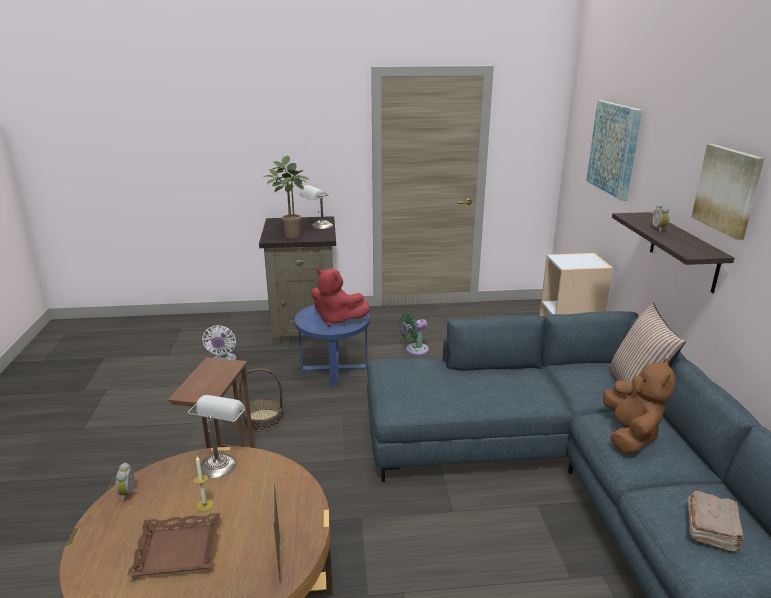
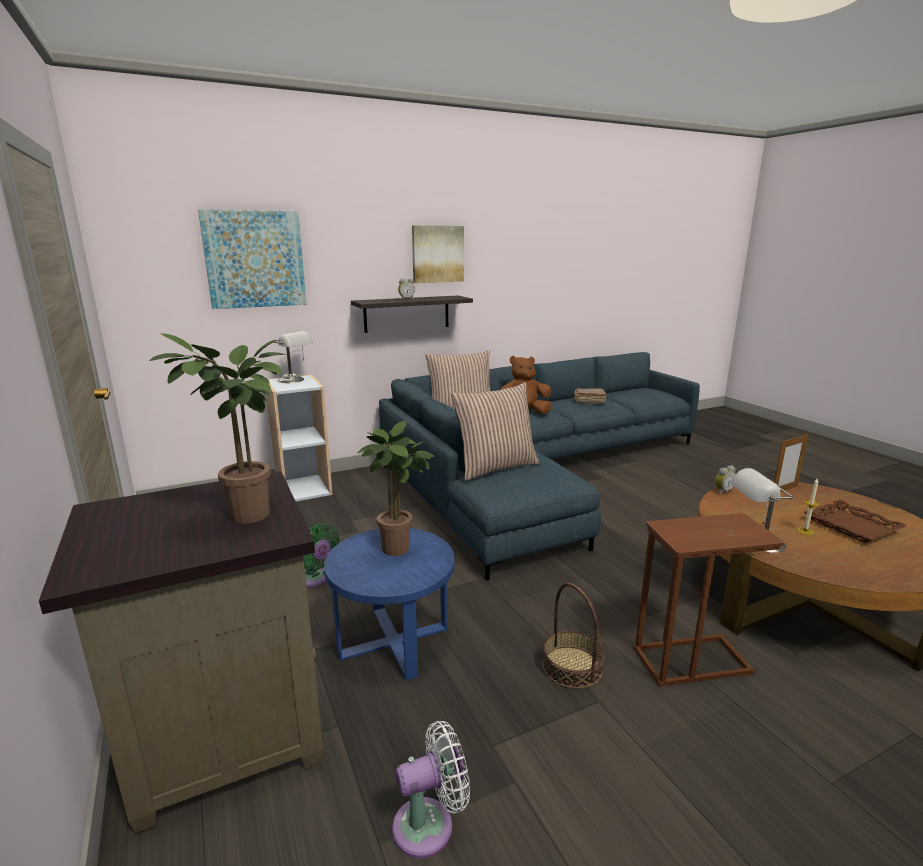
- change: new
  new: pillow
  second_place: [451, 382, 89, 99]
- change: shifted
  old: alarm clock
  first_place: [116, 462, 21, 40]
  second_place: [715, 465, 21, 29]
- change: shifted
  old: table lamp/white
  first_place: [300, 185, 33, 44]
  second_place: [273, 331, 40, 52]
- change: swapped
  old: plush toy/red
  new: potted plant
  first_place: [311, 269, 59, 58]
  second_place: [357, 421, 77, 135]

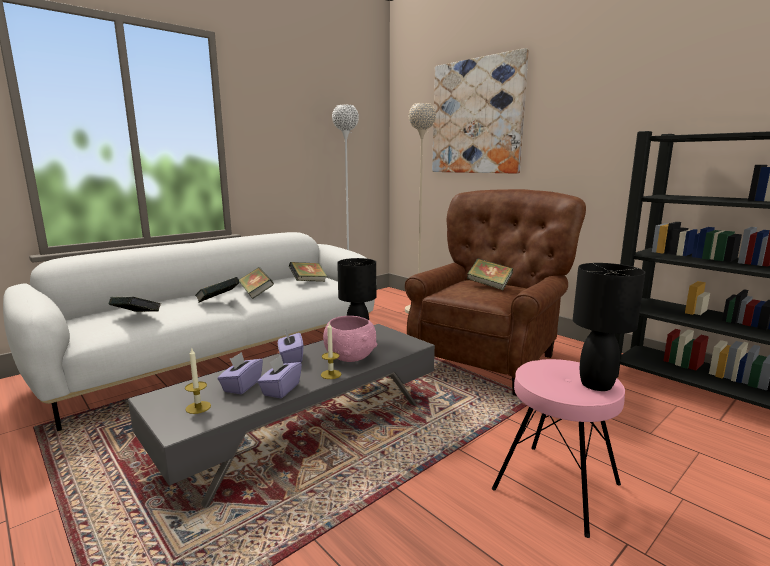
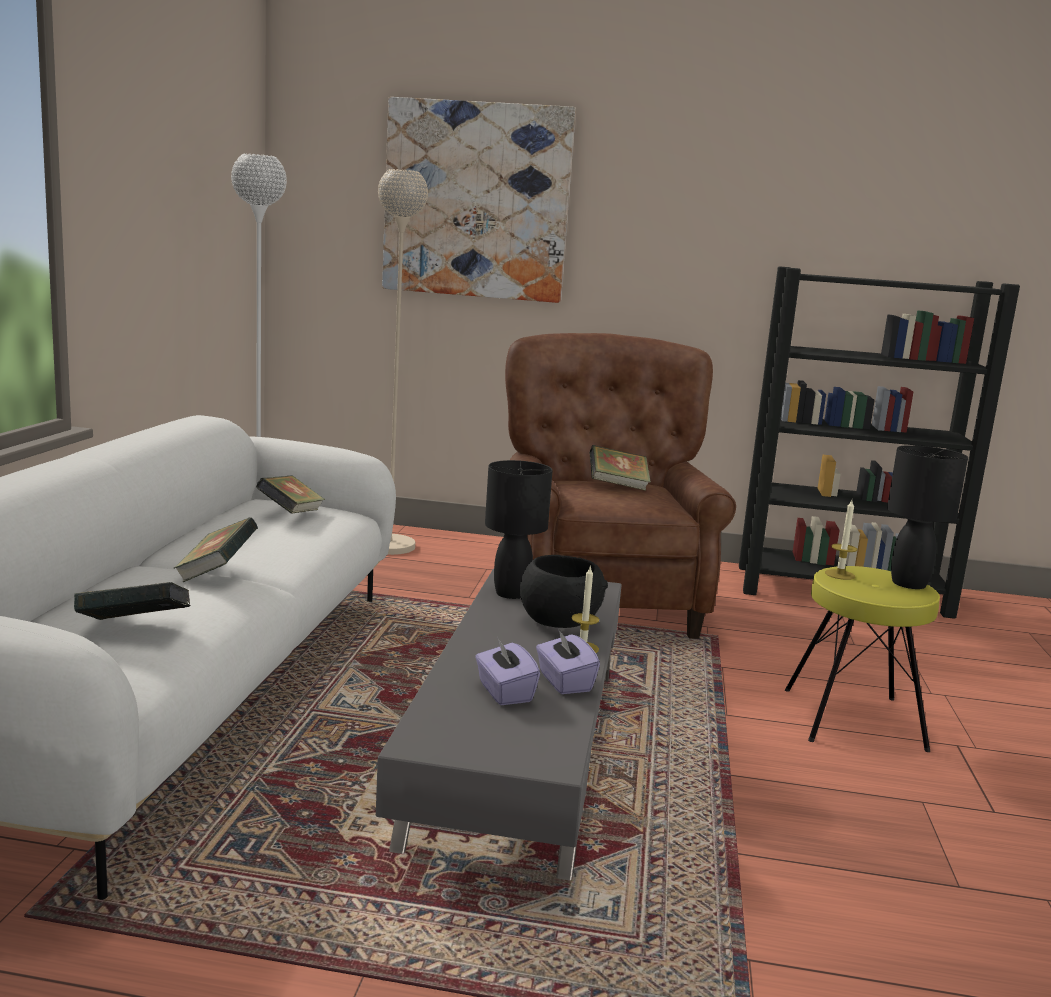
- change: gone
  old: book
  first_place: [239, 267, 35, 32]
- change: gone
  old: tissue box/purple
  first_place: [278, 330, 25, 34]
- change: shifted
  old: candle
  first_place: [185, 347, 26, 67]
  second_place: [825, 500, 32, 80]
- change: repainted
  old: bowl/pink
  new: bowl/black
  first_place: [323, 316, 54, 46]
  second_place: [520, 555, 88, 73]
- change: repainted
  old: stool/pink
  new: stool/yellow
  first_place: [492, 359, 133, 179]
  second_place: [785, 566, 155, 186]

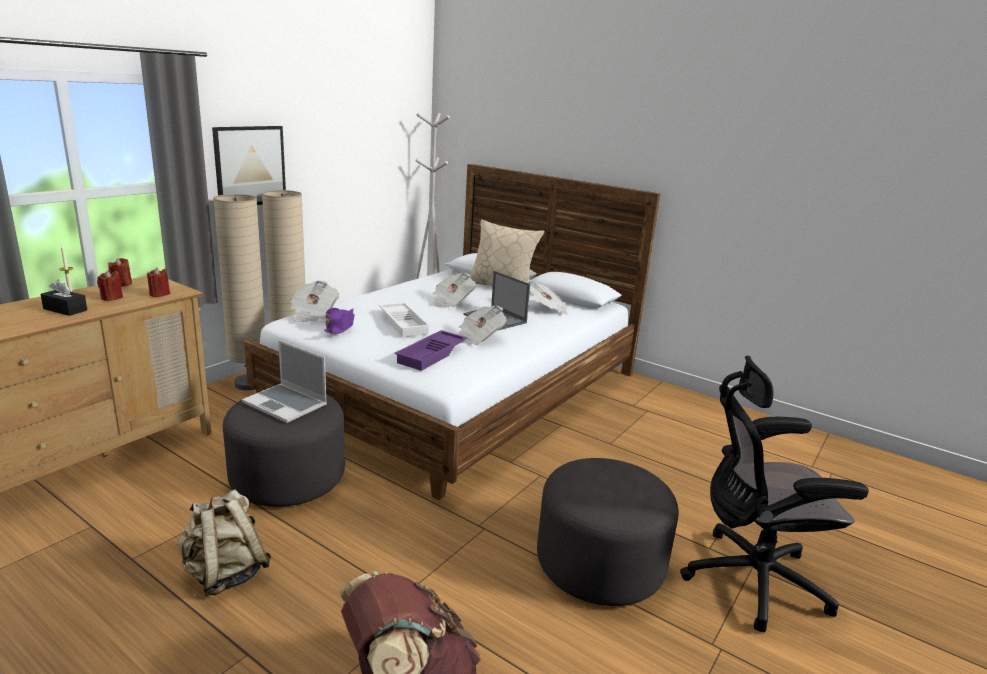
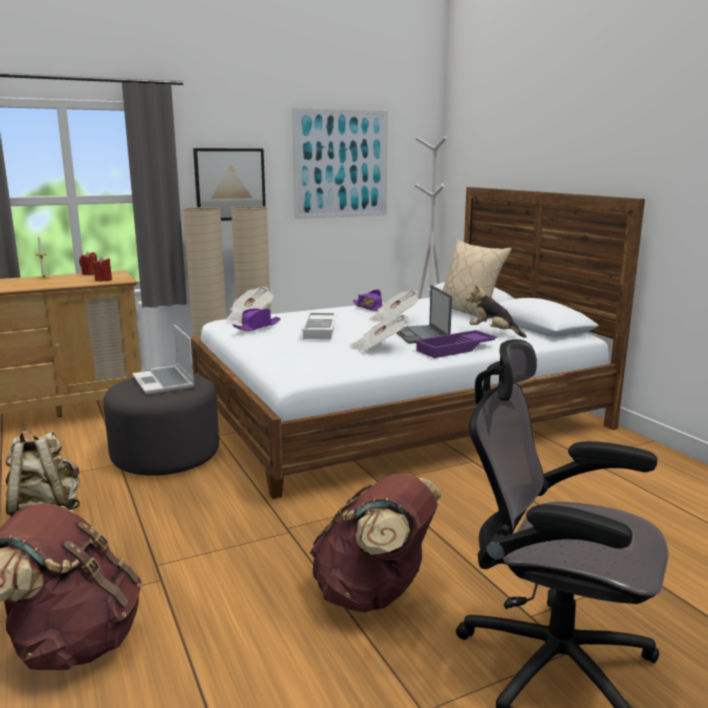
- change: gone
  old: tissue box/black
  first_place: [41, 280, 46, 36]
- change: gone
  old: candle/red
  first_place: [97, 270, 26, 31]
- change: new
  new: picture
  second_place: [291, 108, 97, 111]
- change: new
  new: hat/purple
  second_place: [353, 289, 29, 22]
- change: shifted
  old: tray/purple
  first_place: [395, 330, 72, 41]
  second_place: [414, 330, 84, 28]
- change: swapped
  old: newspaper
  new: plush toy
  first_place: [527, 281, 40, 34]
  second_place: [466, 284, 61, 54]
- change: swapped
  old: ottoman/grey
  new: backpack/brown
  first_place: [537, 458, 142, 148]
  second_place: [310, 473, 132, 139]

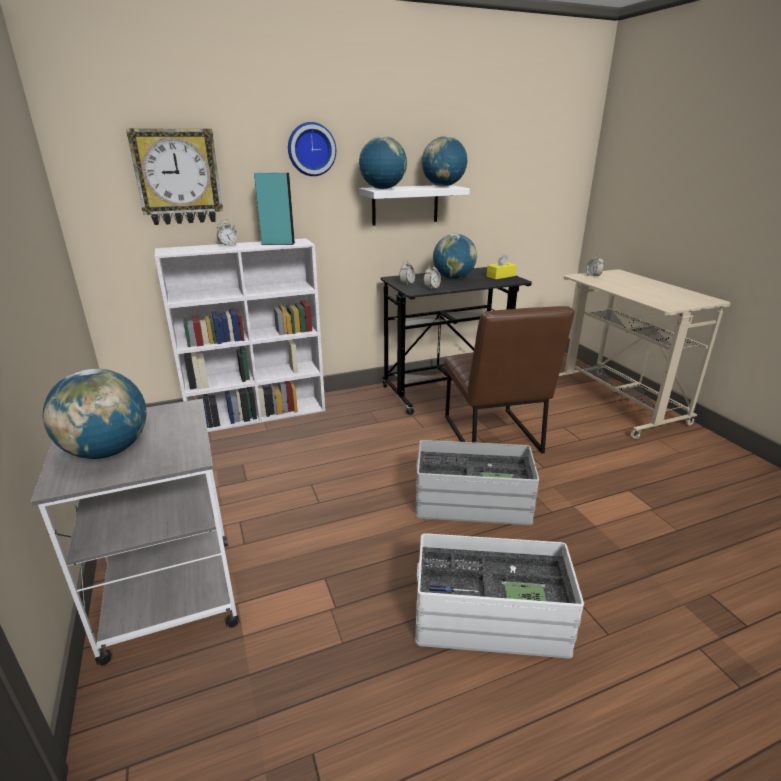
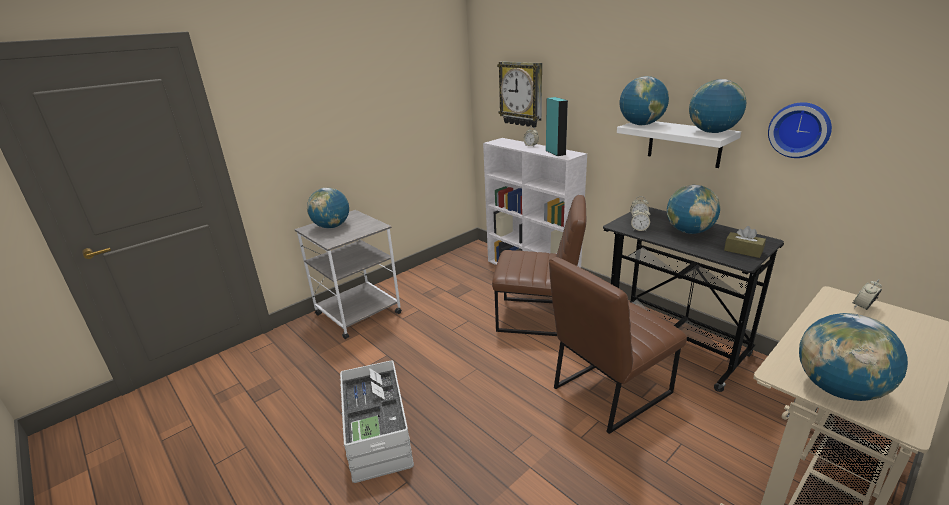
- change: gone
  old: storage box/grey
  first_place: [415, 440, 124, 85]
- change: new
  new: chair/brown
  second_place: [492, 195, 94, 141]
- change: new
  new: globe
  second_place: [799, 313, 109, 88]
- change: shifted
  old: wall clock
  first_place: [288, 122, 48, 54]
  second_place: [768, 102, 64, 56]
- change: repainted
  old: tissue box/yellow
  new: tissue box/brown
  first_place: [487, 254, 29, 25]
  second_place: [724, 226, 42, 32]

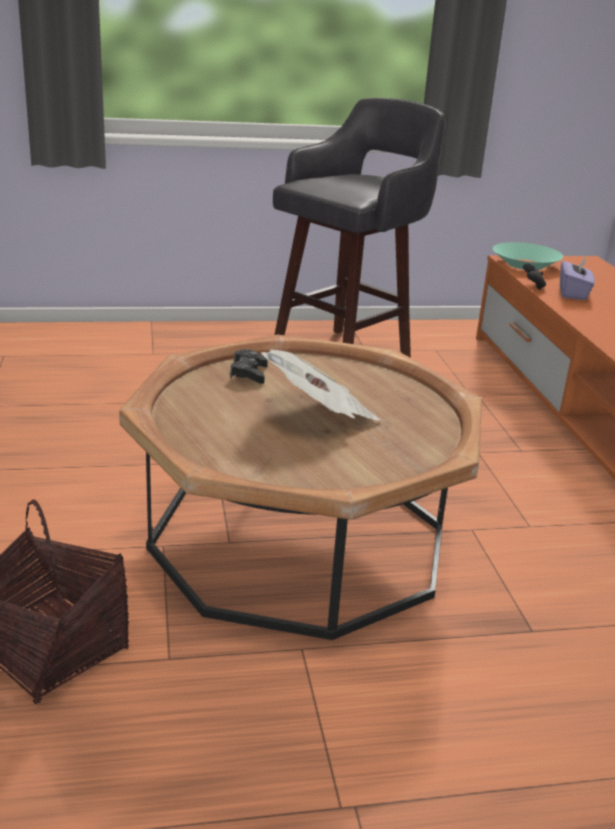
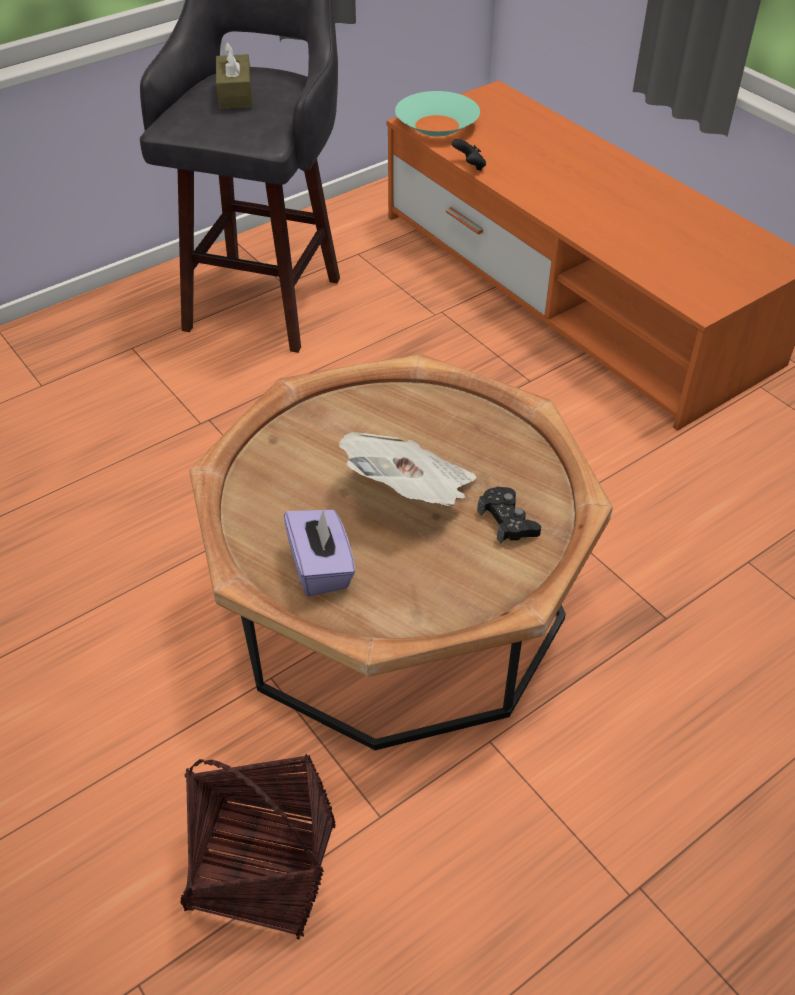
- change: new
  new: tissue box/brown
  second_place: [216, 42, 37, 68]
- change: shifted
  old: game controller/black
  first_place: [230, 349, 38, 35]
  second_place: [477, 487, 64, 57]
- change: shifted
  old: tissue box/purple
  first_place: [560, 256, 35, 44]
  second_place: [284, 509, 71, 88]

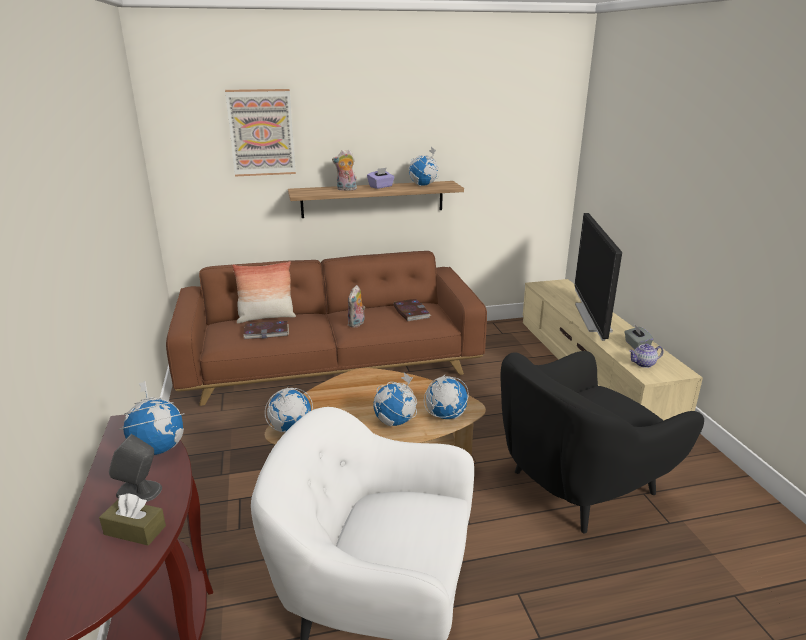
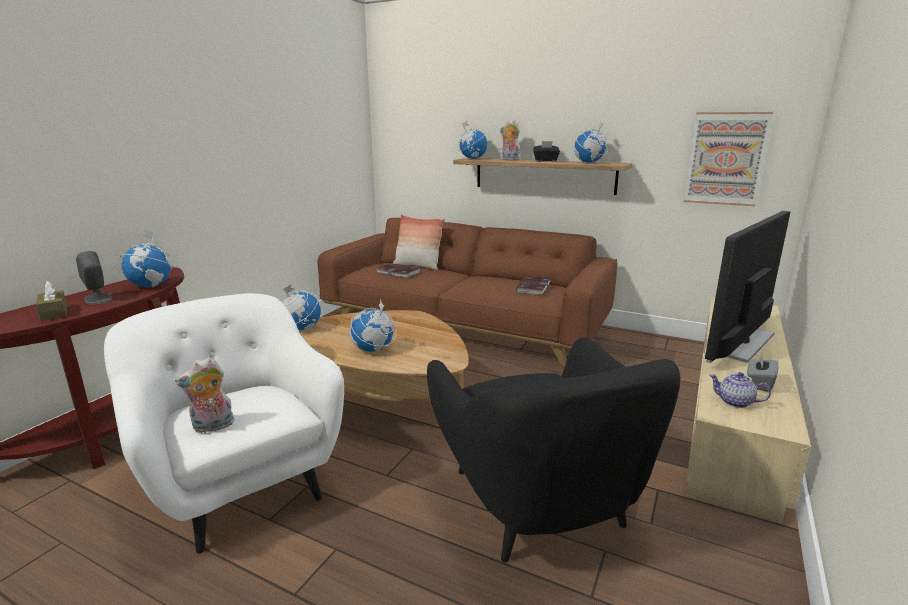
- change: shifted
  old: picture
  first_place: [225, 89, 71, 87]
  second_place: [684, 112, 89, 94]
- change: shifted
  old: plush toy
  first_place: [348, 285, 17, 43]
  second_place: [175, 357, 59, 76]
- change: shifted
  old: globe
  first_place: [424, 375, 44, 44]
  second_place: [458, 120, 29, 39]
- change: repainted
  old: tissue box/purple
  new: tissue box/black
  first_place: [367, 168, 28, 21]
  second_place: [533, 141, 27, 20]
- change: rotated
  old: armchair/black
  first_place: [501, 351, 203, 182]
  second_place: [427, 337, 253, 225]
  degrees: -120

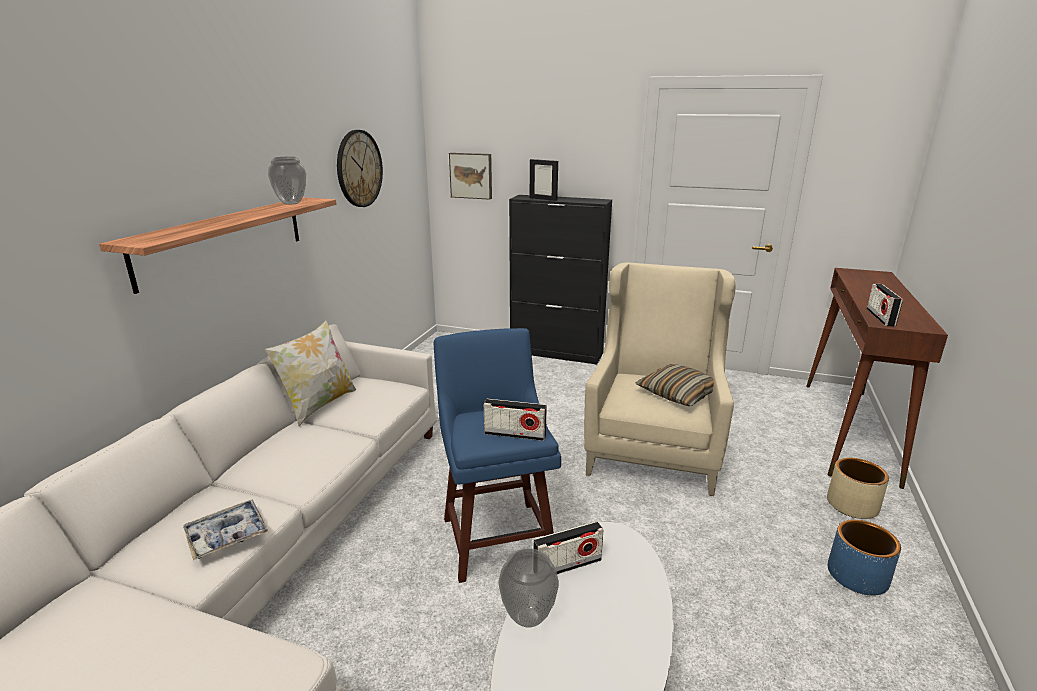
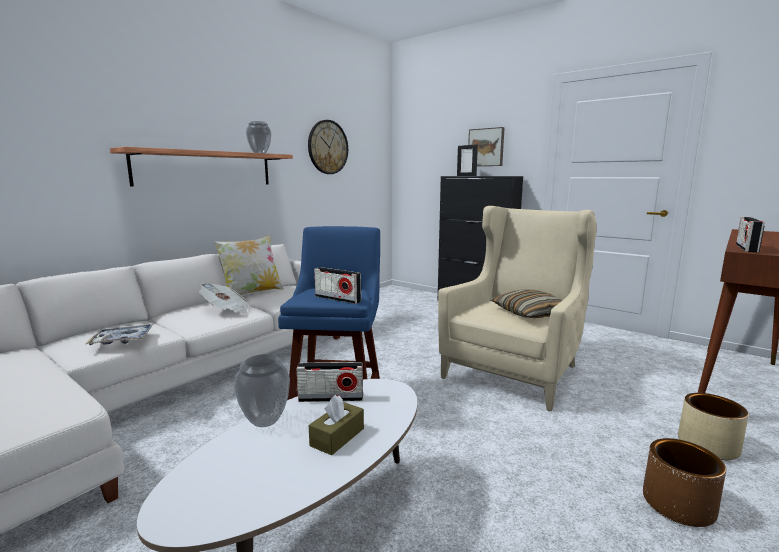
- change: new
  new: newspaper
  second_place: [199, 283, 51, 31]
- change: new
  new: tissue box/brown
  second_place: [309, 395, 55, 60]
- change: shifted
  old: picture
  first_place: [449, 153, 43, 47]
  second_place: [468, 127, 37, 39]
- change: repainted
  old: planter/blue
  new: planter/brown
  first_place: [828, 519, 73, 77]
  second_place: [643, 438, 83, 89]

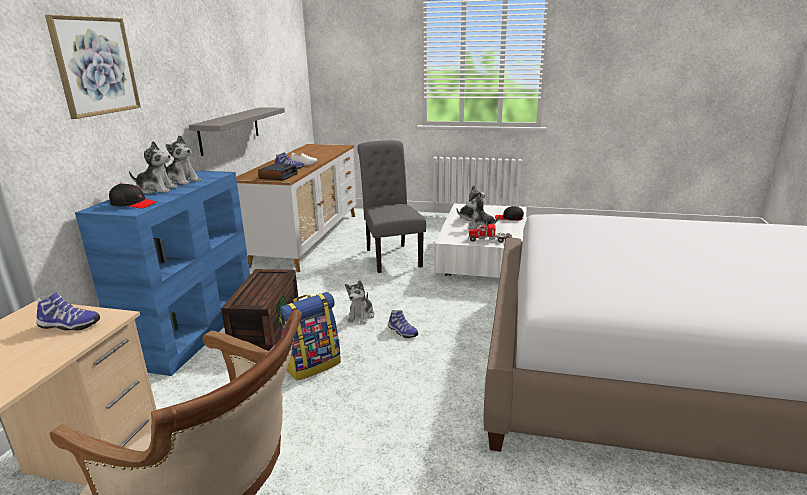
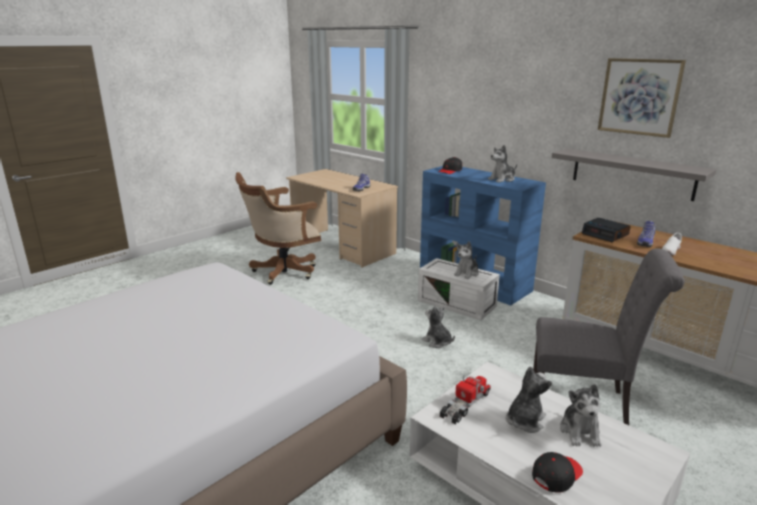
- change: gone
  old: backpack
  first_place: [279, 292, 62, 89]
- change: gone
  old: shoe
  first_place: [388, 310, 30, 28]
- change: shifted
  old: picture
  first_place: [45, 15, 96, 104]
  second_place: [598, 58, 88, 80]
- change: shifted
  old: plush toy
  first_place: [129, 141, 49, 53]
  second_place: [454, 241, 25, 38]
- change: repainted
  old: storage box/brown
  new: storage box/white
  first_place: [221, 269, 78, 82]
  second_place: [418, 258, 82, 62]

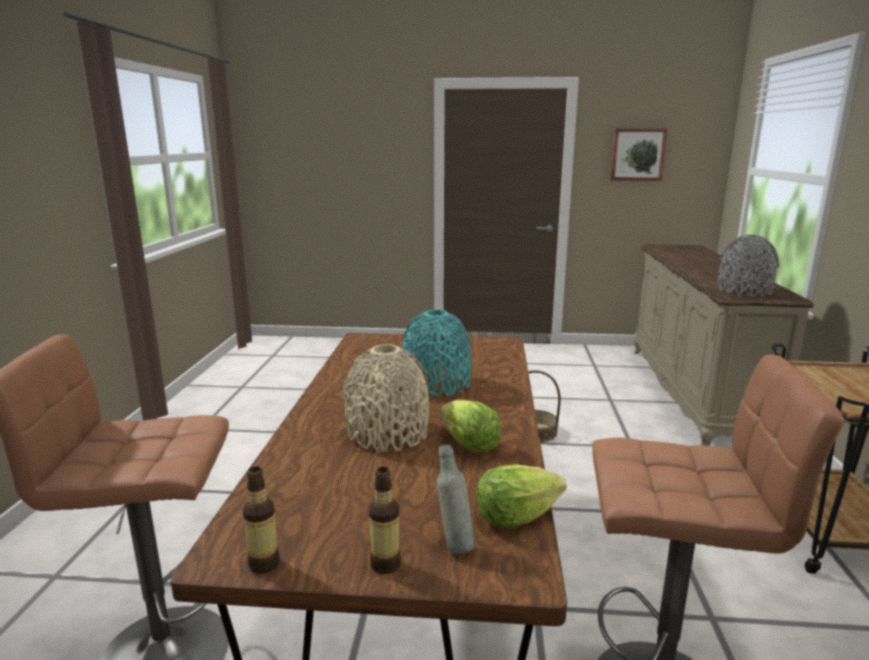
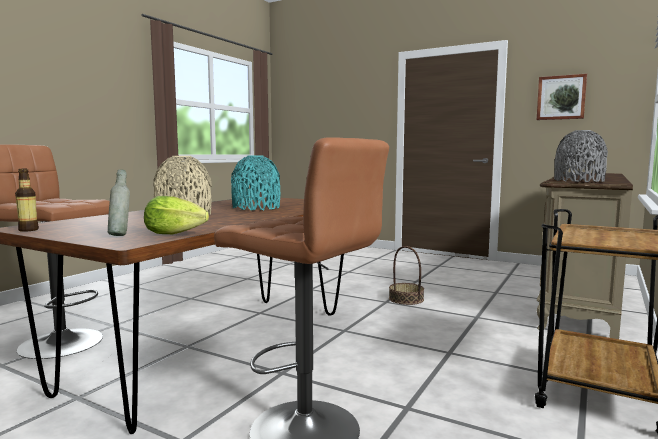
- change: gone
  old: bottle
  first_place: [369, 467, 32, 107]
- change: gone
  old: lettuce
  first_place: [439, 400, 62, 53]

